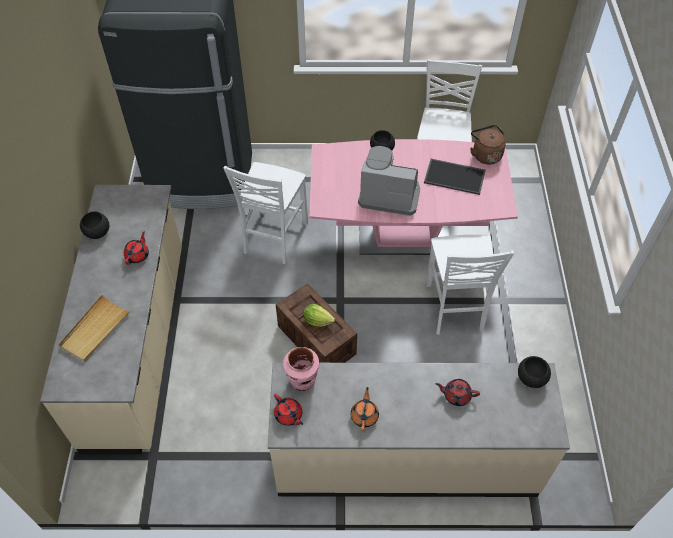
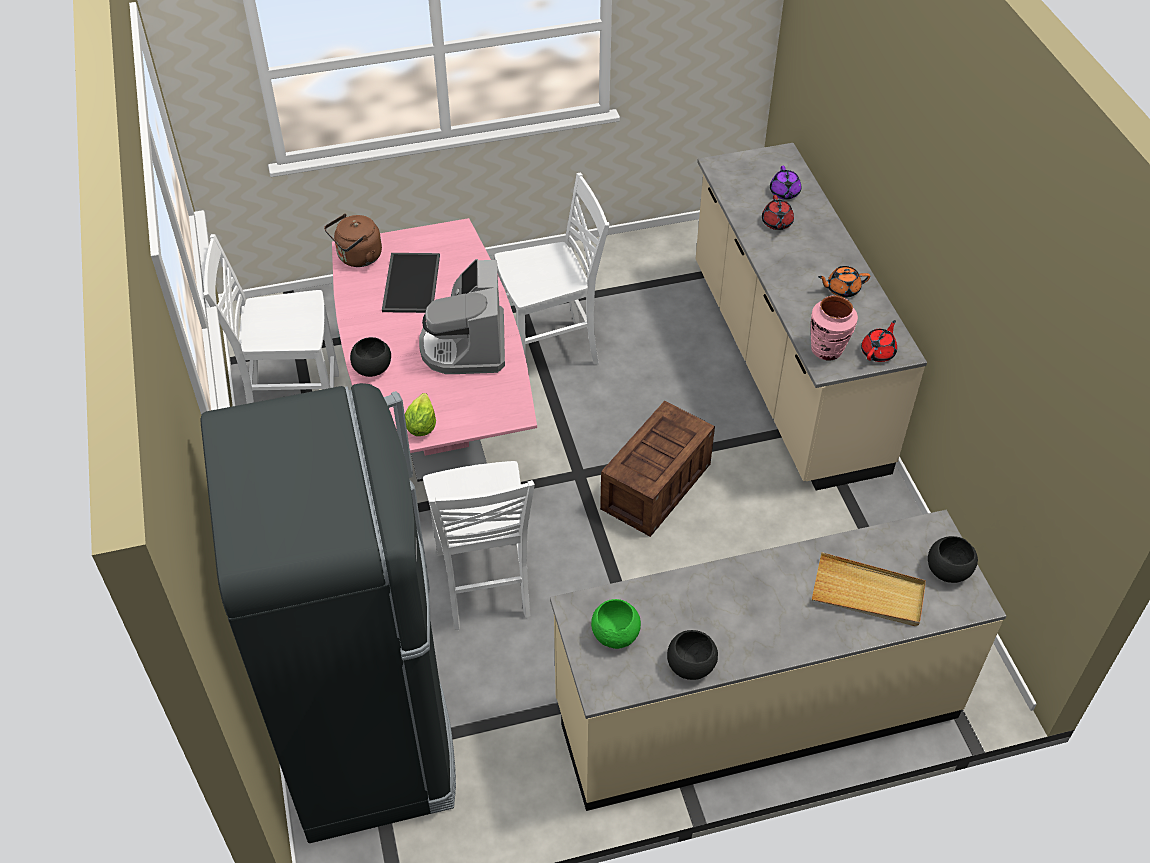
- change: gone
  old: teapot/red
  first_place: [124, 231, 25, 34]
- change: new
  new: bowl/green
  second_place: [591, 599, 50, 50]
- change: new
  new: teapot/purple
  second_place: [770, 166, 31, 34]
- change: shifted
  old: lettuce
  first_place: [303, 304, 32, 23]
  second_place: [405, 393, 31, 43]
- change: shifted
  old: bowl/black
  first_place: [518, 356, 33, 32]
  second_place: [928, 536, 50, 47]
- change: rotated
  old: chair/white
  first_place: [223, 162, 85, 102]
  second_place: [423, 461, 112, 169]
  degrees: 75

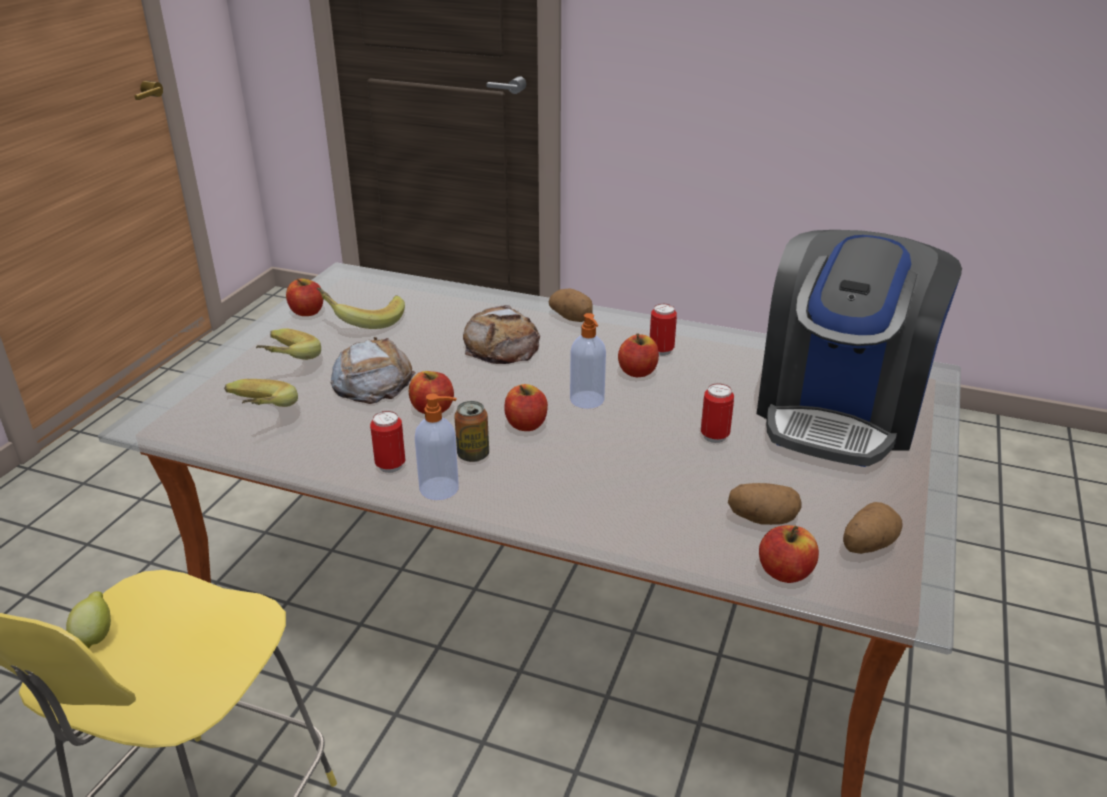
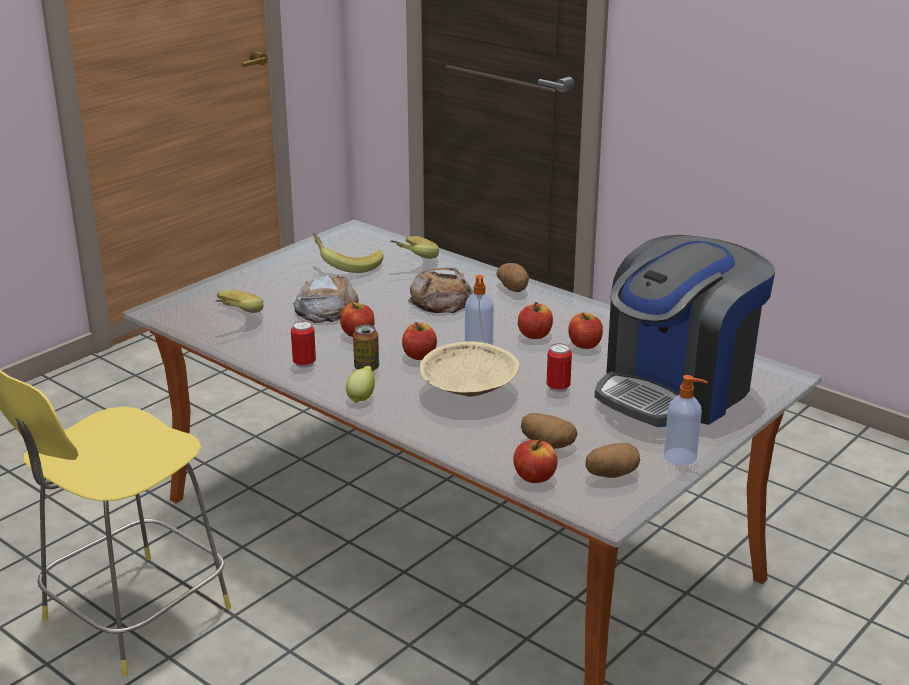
- change: gone
  old: can
  first_place: [650, 304, 27, 52]
- change: new
  new: bowl/beige
  second_place: [419, 341, 101, 55]
- change: shifted
  old: lemon
  first_place: [66, 591, 45, 58]
  second_place: [346, 366, 29, 37]
- change: shifted
  old: banana
  first_place: [256, 328, 65, 32]
  second_place: [390, 236, 49, 23]
- change: shifted
  old: apple
  first_place: [286, 279, 37, 37]
  second_place: [568, 312, 35, 37]
- change: shifted
  old: soap dispenser
  first_place: [415, 394, 44, 106]
  second_place: [664, 375, 44, 90]

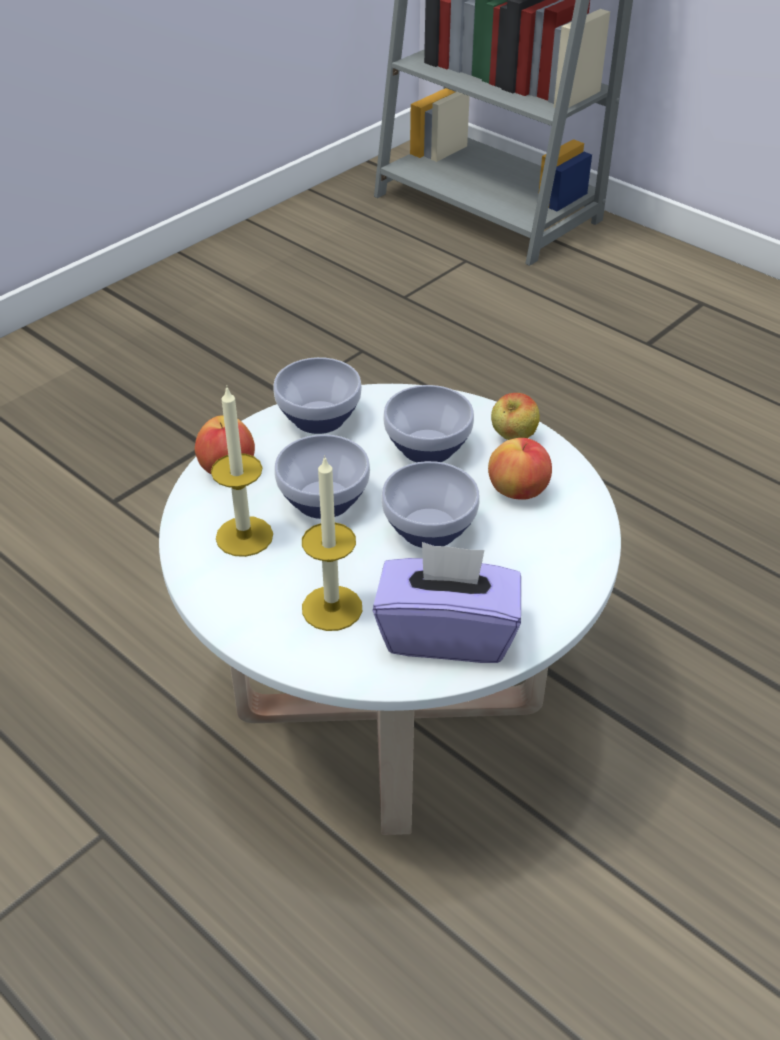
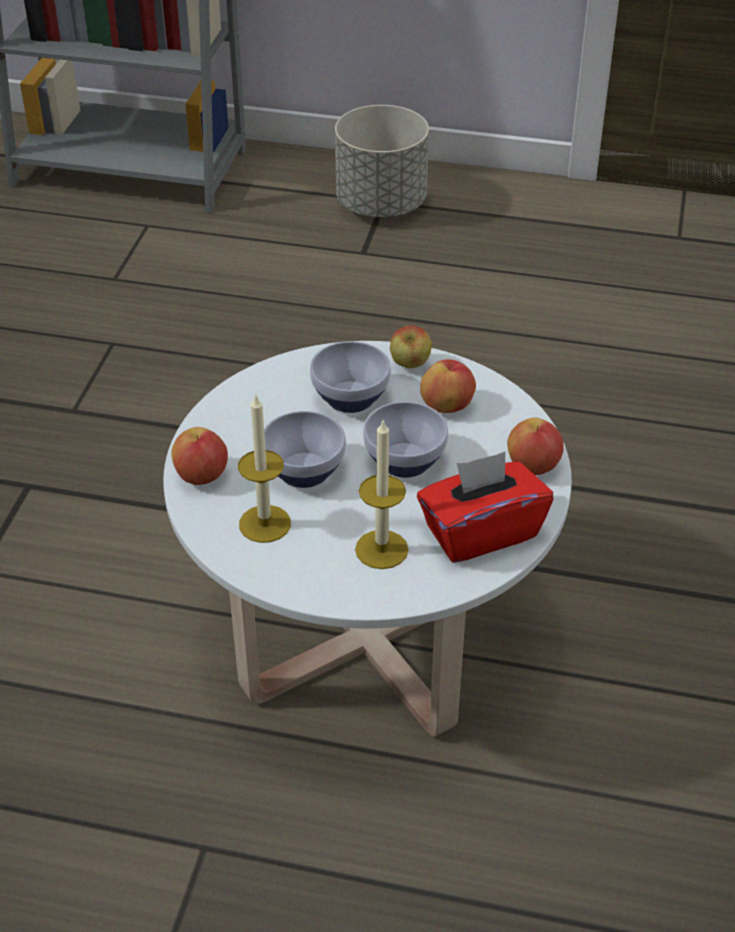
- change: gone
  old: bowl
  first_place: [273, 357, 89, 77]
- change: new
  new: planter/grey
  second_place: [335, 105, 94, 112]
- change: new
  new: apple
  second_place: [507, 418, 57, 57]
- change: repainted
  old: tissue box/purple
  new: tissue box/red
  first_place: [373, 542, 148, 121]
  second_place: [417, 452, 137, 111]

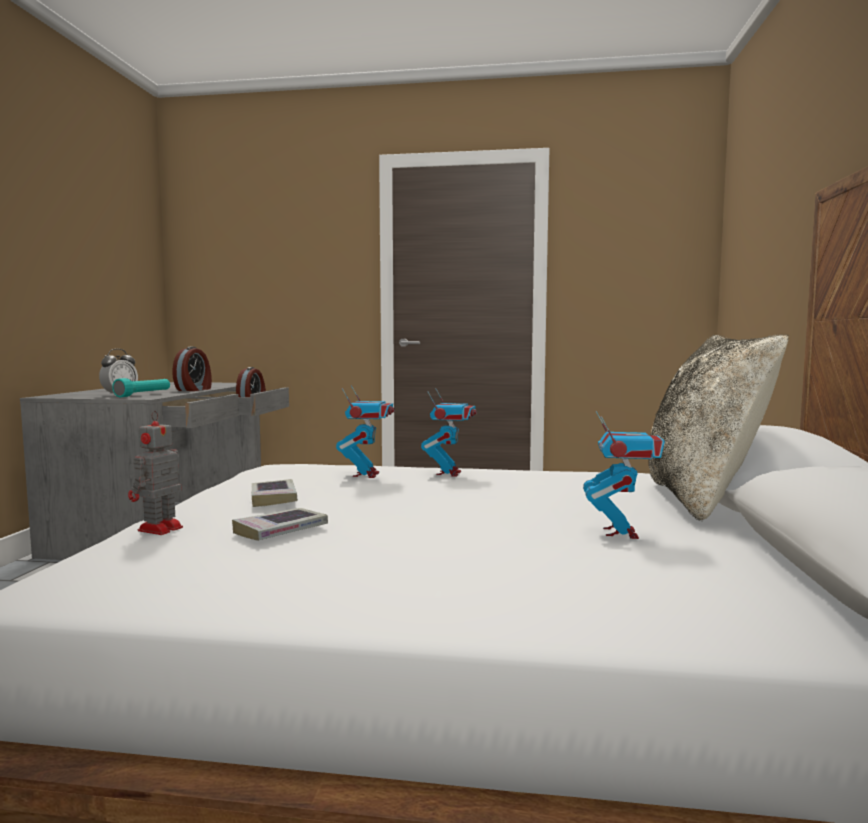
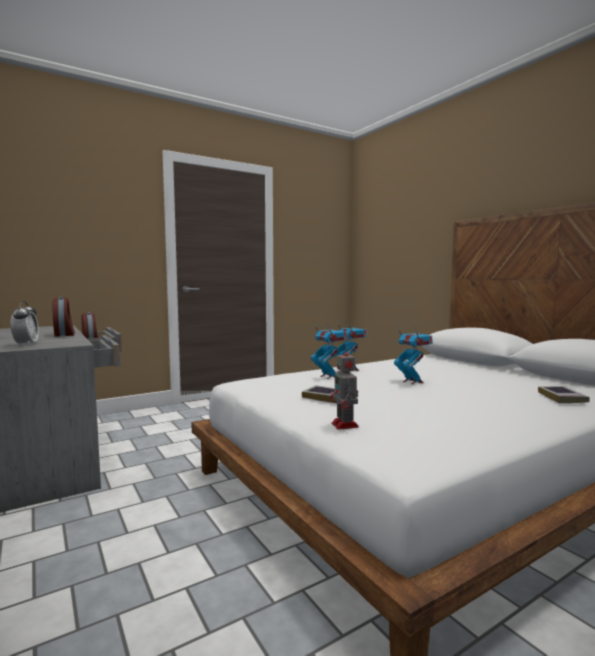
- change: gone
  old: flashlight/turquoise
  first_place: [112, 378, 58, 19]
- change: gone
  old: pillow/beige
  first_place: [648, 334, 141, 187]
- change: shifted
  old: book
  first_place: [232, 508, 96, 33]
  second_place: [538, 386, 52, 18]
- change: shifted
  old: toy robot
  first_place: [583, 411, 82, 128]
  second_place: [394, 325, 39, 59]

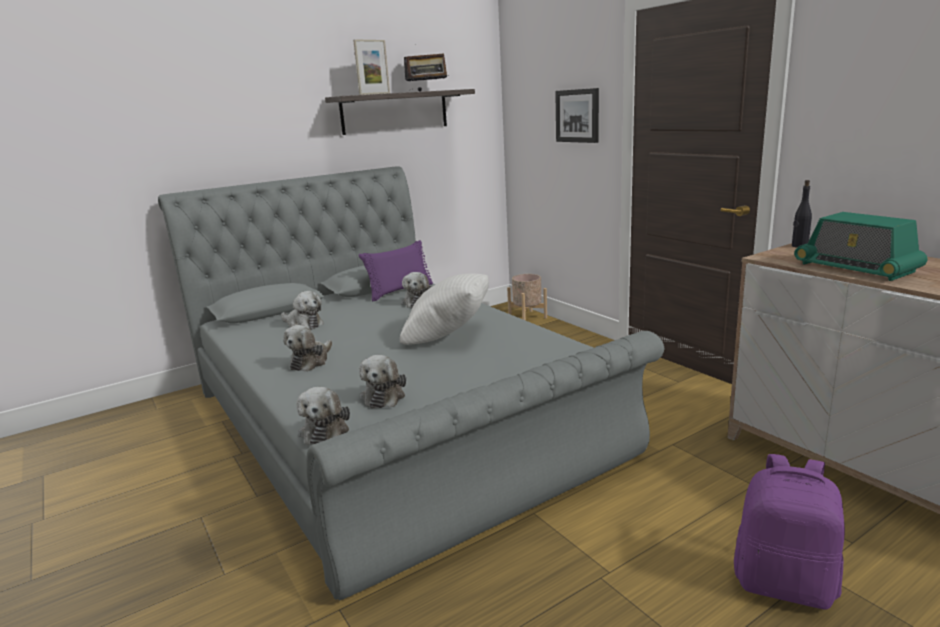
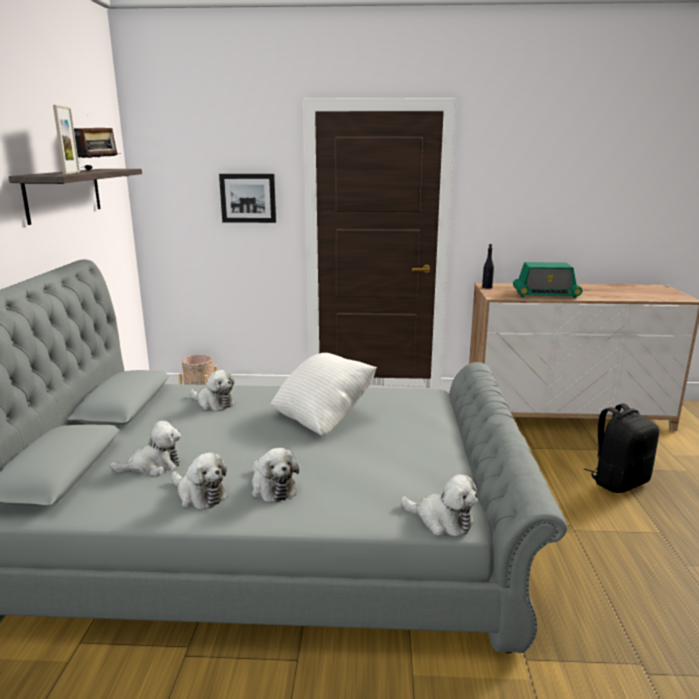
- change: gone
  old: pillow/purple
  first_place: [358, 240, 75, 61]
- change: shifted
  old: plush toy
  first_place: [359, 355, 47, 53]
  second_place: [172, 452, 56, 57]
- change: repainted
  old: backpack/purple
  new: backpack/black
  first_place: [734, 454, 111, 156]
  second_place: [584, 403, 75, 90]

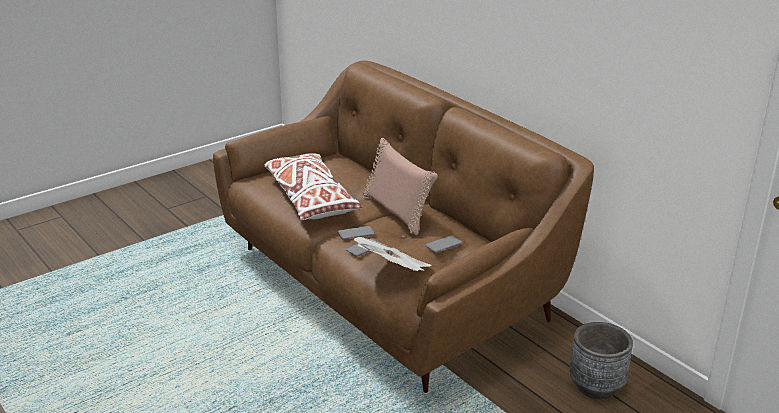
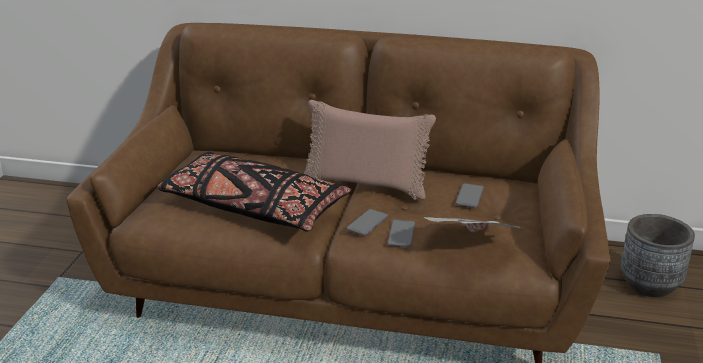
- change: repainted
  old: pillow/white
  new: pillow/black
  first_place: [264, 153, 98, 67]
  second_place: [157, 152, 194, 80]

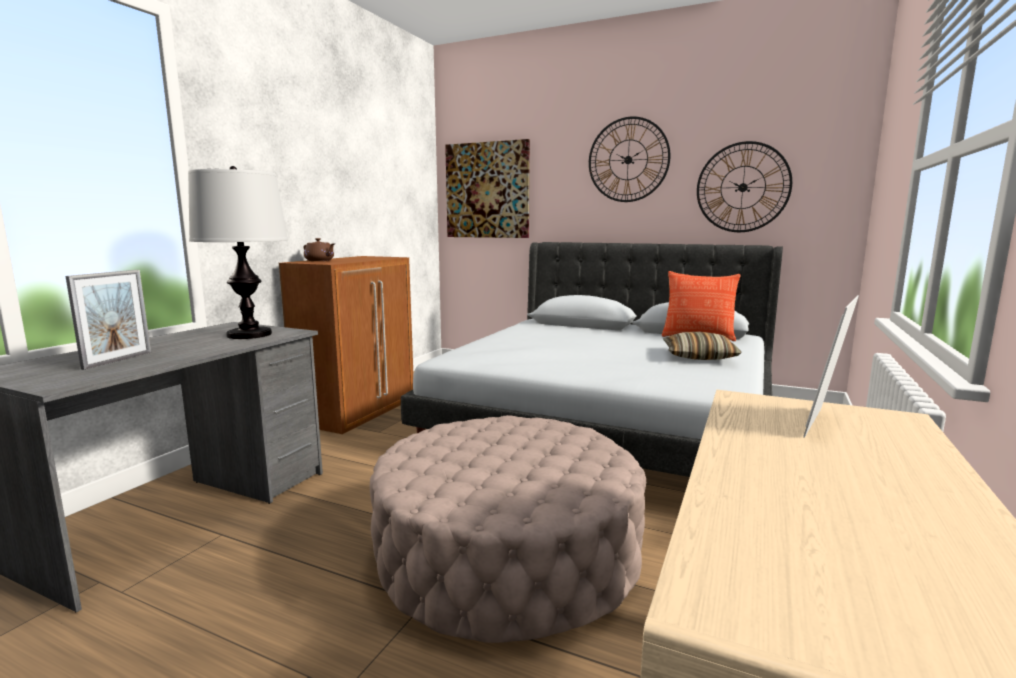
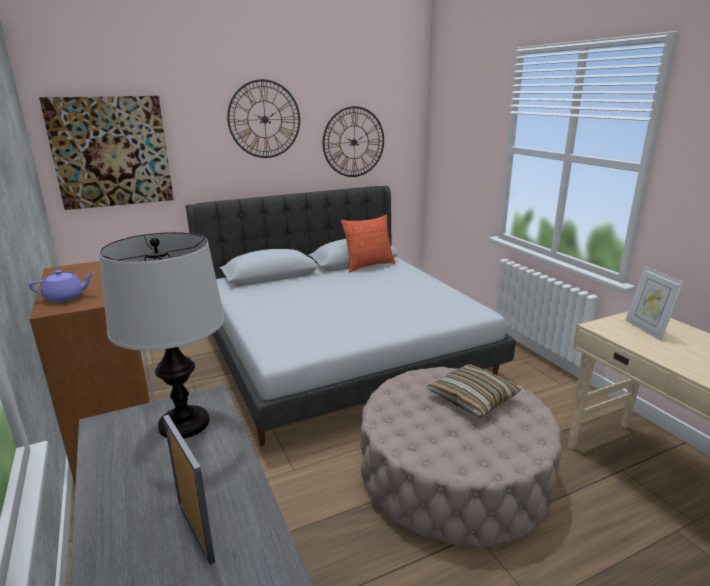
- change: shifted
  old: pillow
  first_place: [663, 332, 78, 28]
  second_place: [426, 364, 95, 53]
- change: repainted
  old: teapot/brown
  new: teapot/purple
  first_place: [304, 238, 30, 23]
  second_place: [29, 270, 65, 33]

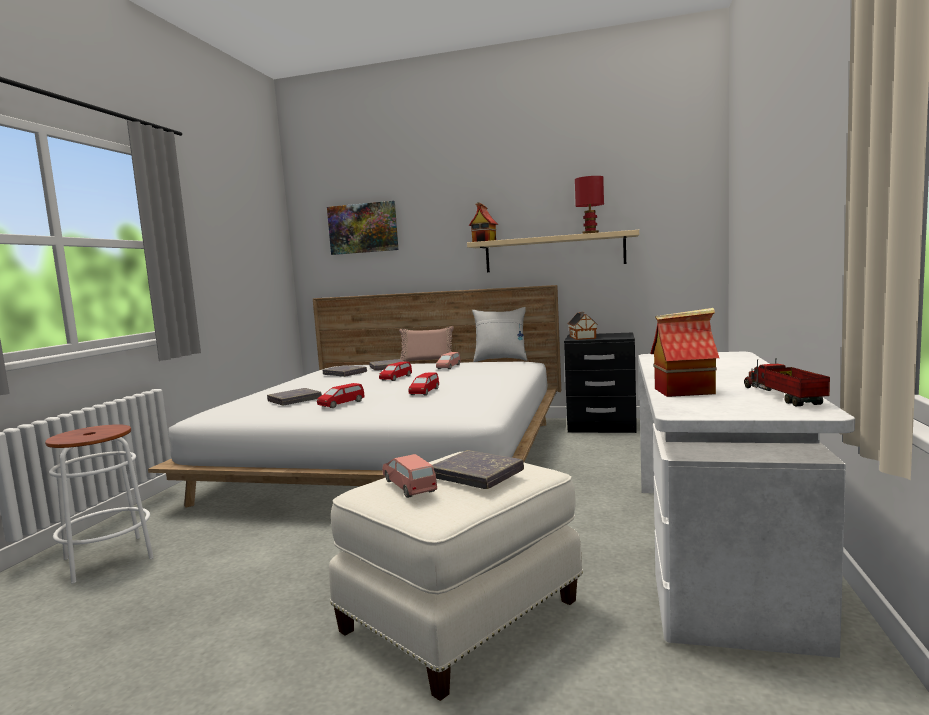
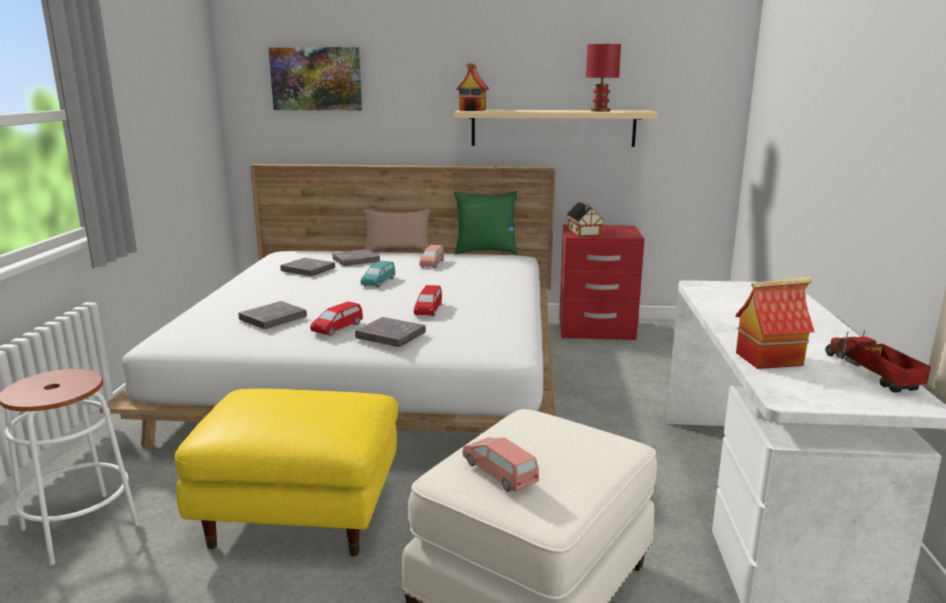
- change: new
  new: ottoman/yellow
  second_place: [175, 388, 223, 169]
- change: shifted
  old: book/grey
  first_place: [433, 450, 91, 39]
  second_place: [355, 317, 71, 30]
- change: repainted
  old: toy car/red
  new: toy car/turquoise
  first_place: [379, 362, 33, 19]
  second_place: [361, 261, 34, 26]
- change: repainted
  old: pillow/grey
  new: pillow/green
  first_place: [472, 307, 55, 55]
  second_place: [454, 191, 64, 64]
- change: repainted
  old: nightstand/black
  new: nightstand/red
  first_place: [564, 332, 73, 101]
  second_place: [559, 225, 86, 115]

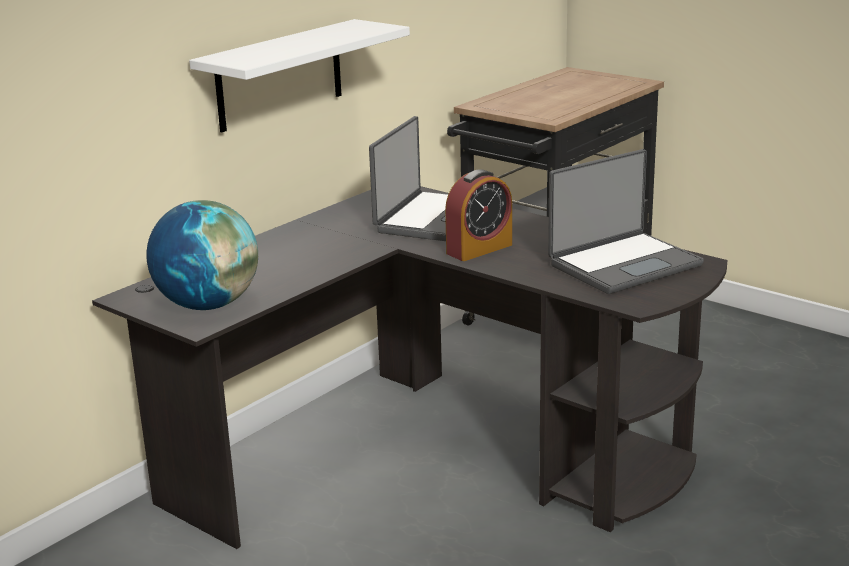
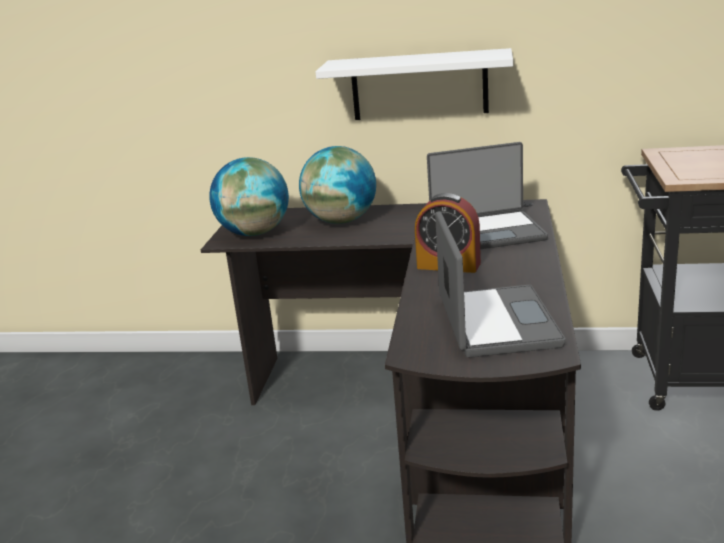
- change: new
  new: globe
  second_place: [299, 146, 77, 78]
- change: rotated
  old: laptop
  first_place: [548, 149, 156, 145]
  second_place: [435, 211, 131, 147]
  degrees: -120

